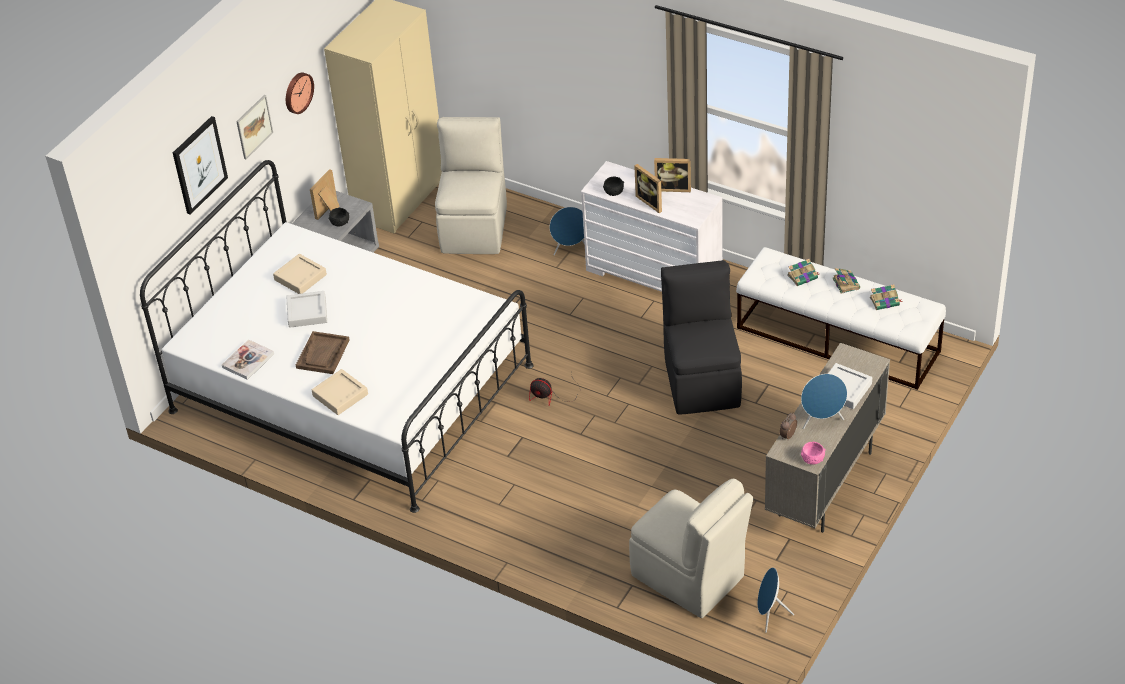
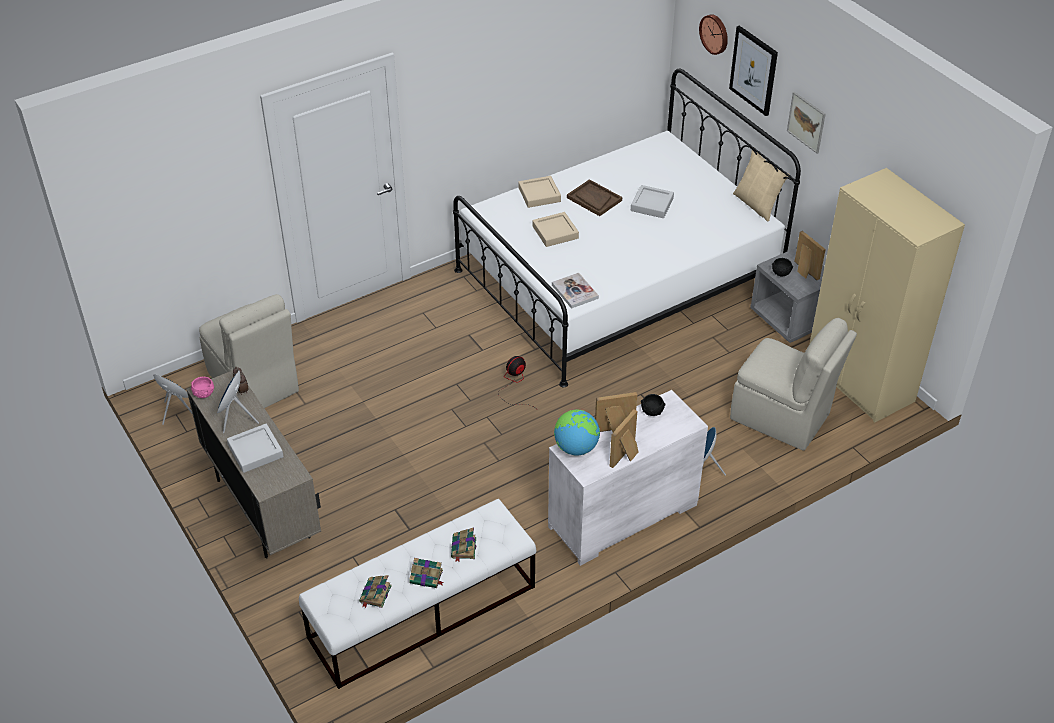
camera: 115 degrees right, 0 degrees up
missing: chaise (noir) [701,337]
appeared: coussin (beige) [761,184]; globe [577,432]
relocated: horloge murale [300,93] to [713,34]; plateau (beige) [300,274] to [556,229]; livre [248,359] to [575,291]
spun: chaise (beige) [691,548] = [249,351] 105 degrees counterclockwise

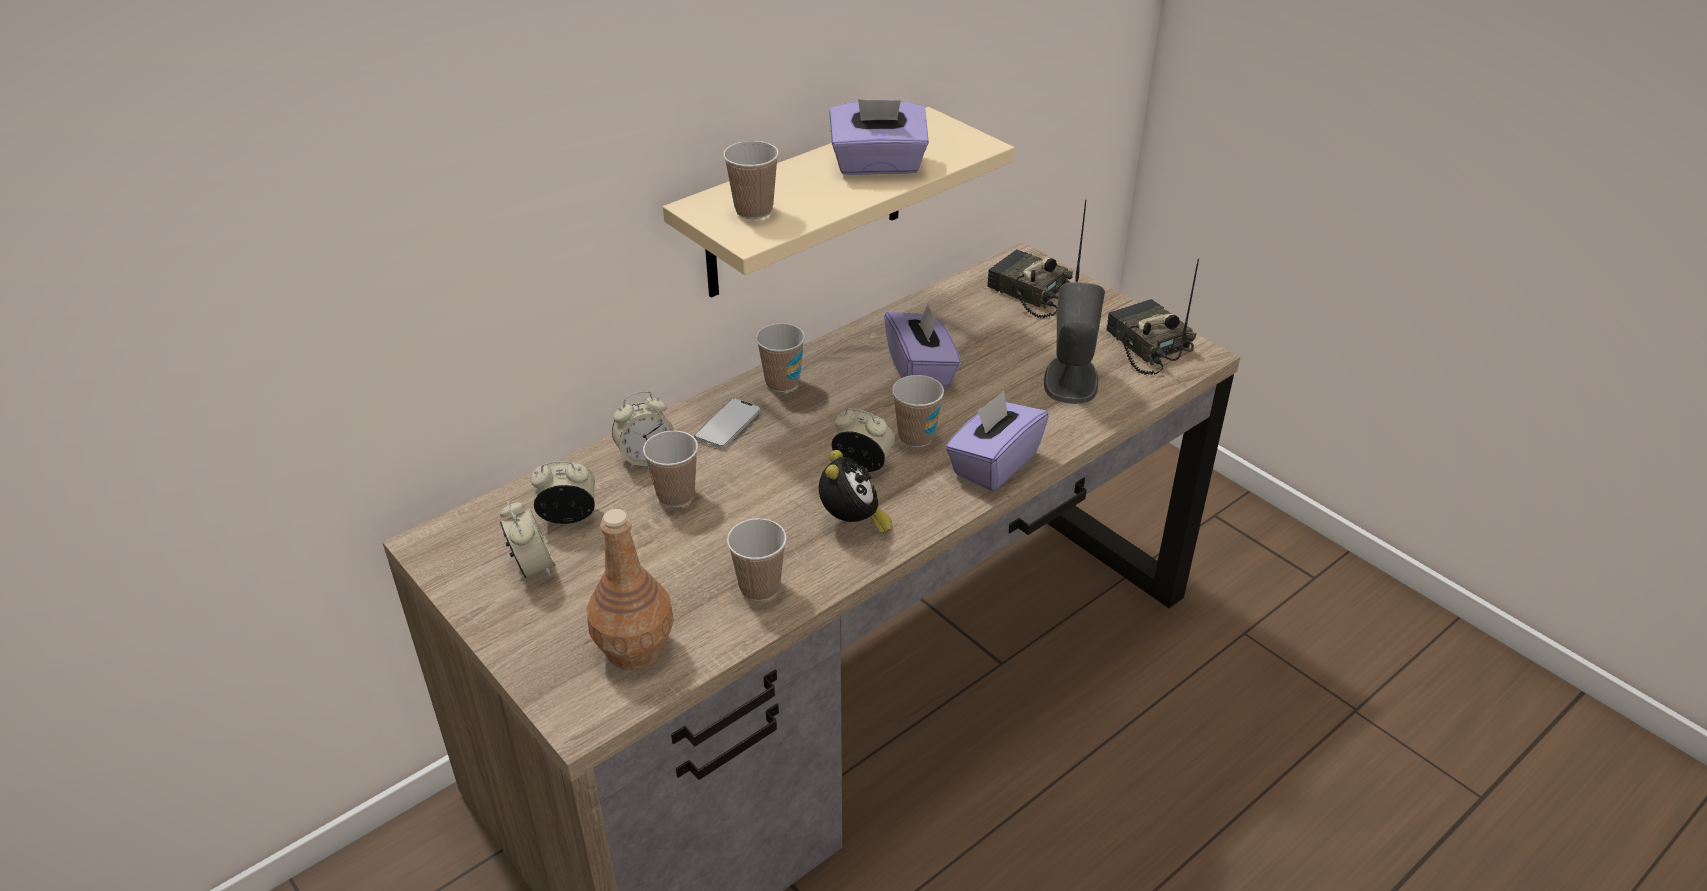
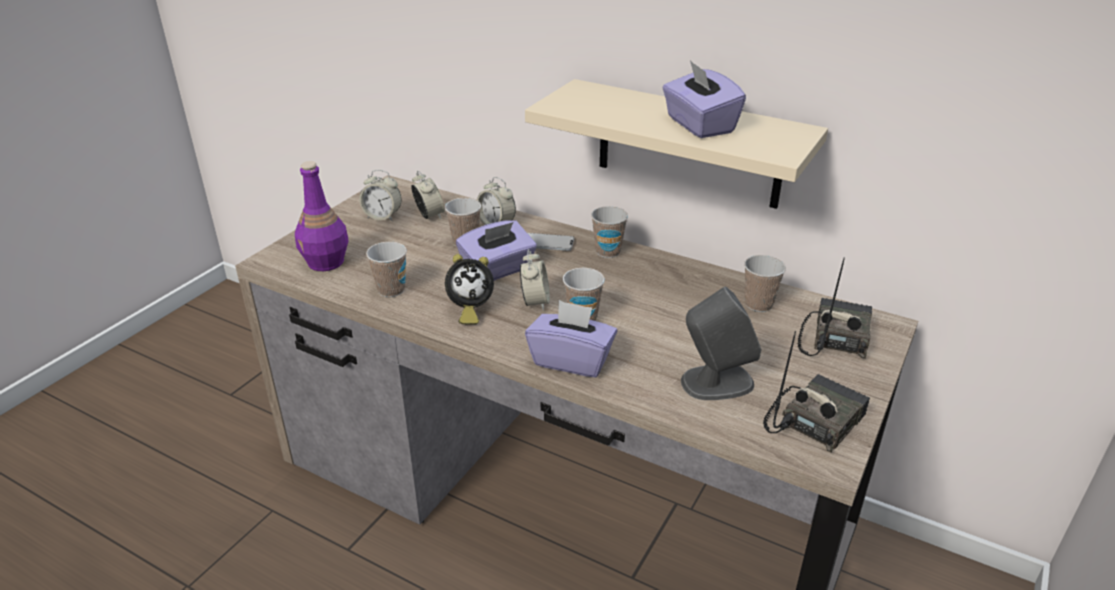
camera: 70 degrees right, 5 degrees down
relocated: tasse [751,180] to [765,283]; boîte à mouchoirs (violet) [922,345] to [496,251]
colour: bouteille (marron) [630,589] to bouteille (violet) [321,216]
spun: réveil [527,539] = [380,195] 60 degrees clockwise

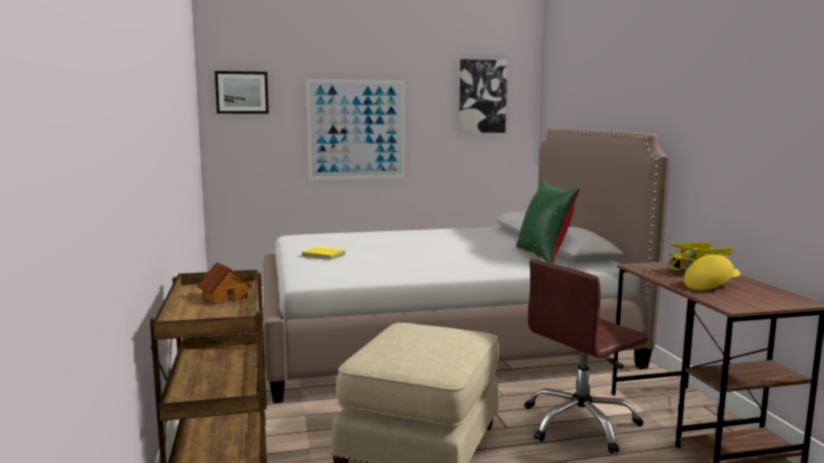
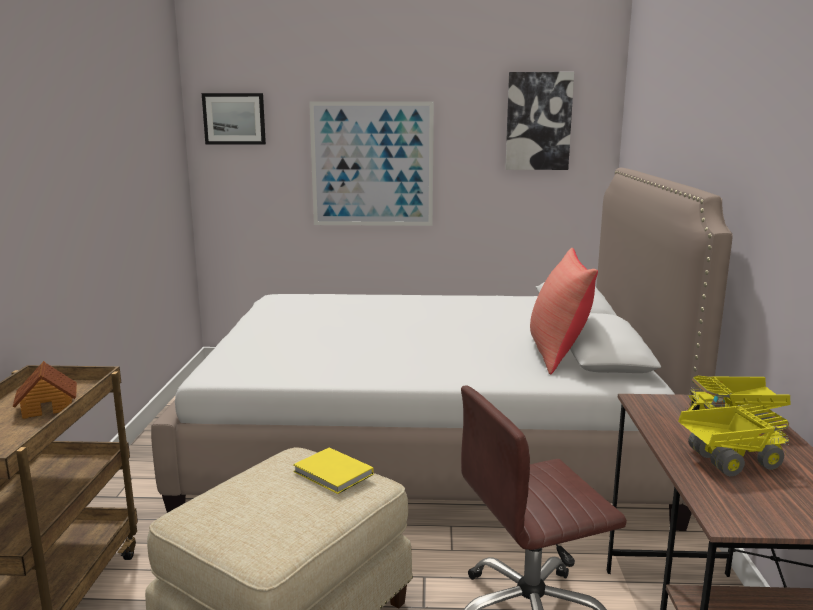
camera: 15 degrees right, 5 degrees up
relocated: livre (jaune) [323,253] to [333,471]
exchanged: casquette (jaune) [712,272] to camion jouet [733,440]
colour: coussin (vert) [548,221] to coussin (rouge) [564,311]

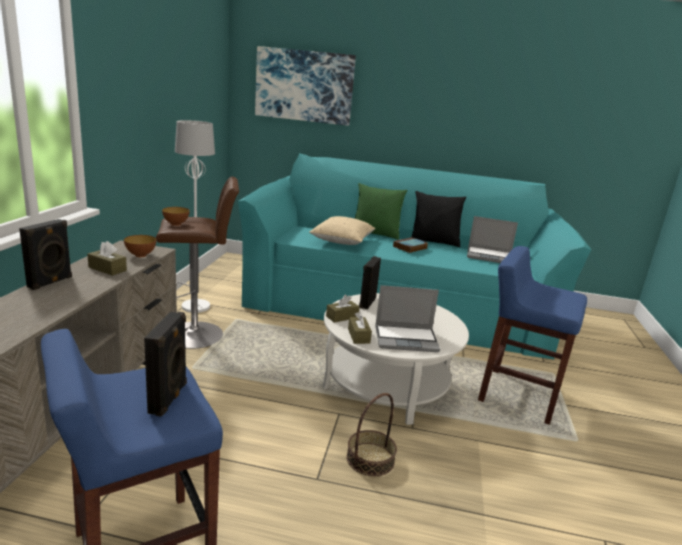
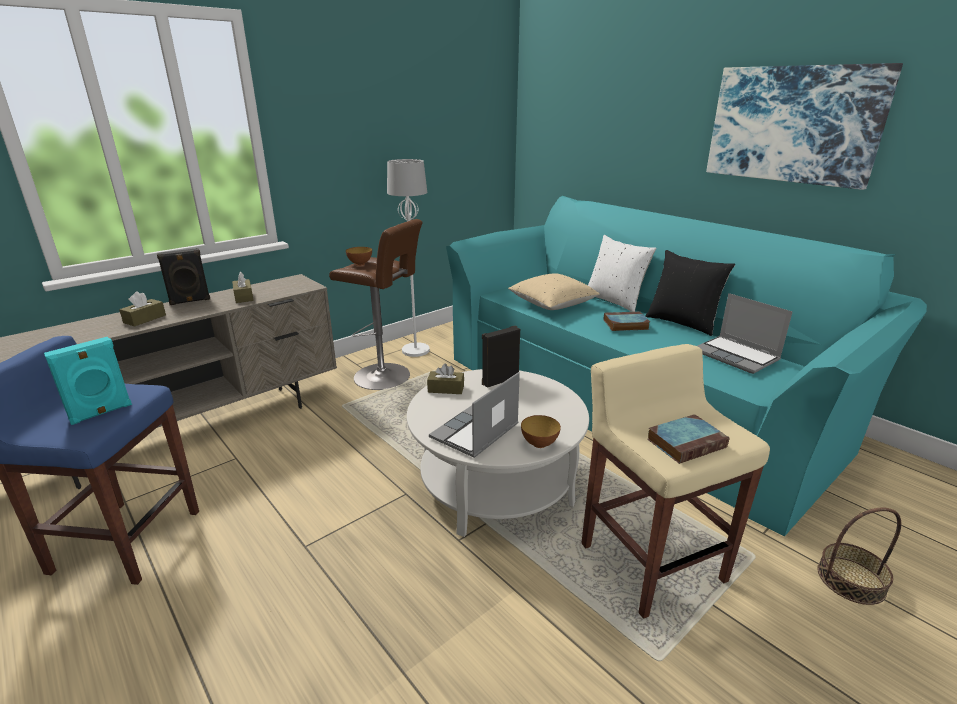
camera: 40 degrees right, 5 degrees up
appeared: livre [688,439]
relocated: tableau [305,86] to [804,126]; bol [140,246] to [541,431]; boîte à mouchoirs (marron) [360,328] to [142,309]; panier [371,434] to [859,556]
colour: coussin (vert) [381,211] to coussin (blanc) [622,273]; tabouret (bleu) [532,335] to tabouret (beige) [675,481]; enceinte (noir) [165,364] to enceinte (turquoise) [88,381]
spun: ordinateur portable [407,318] = [474,415] 90 degrees clockwise

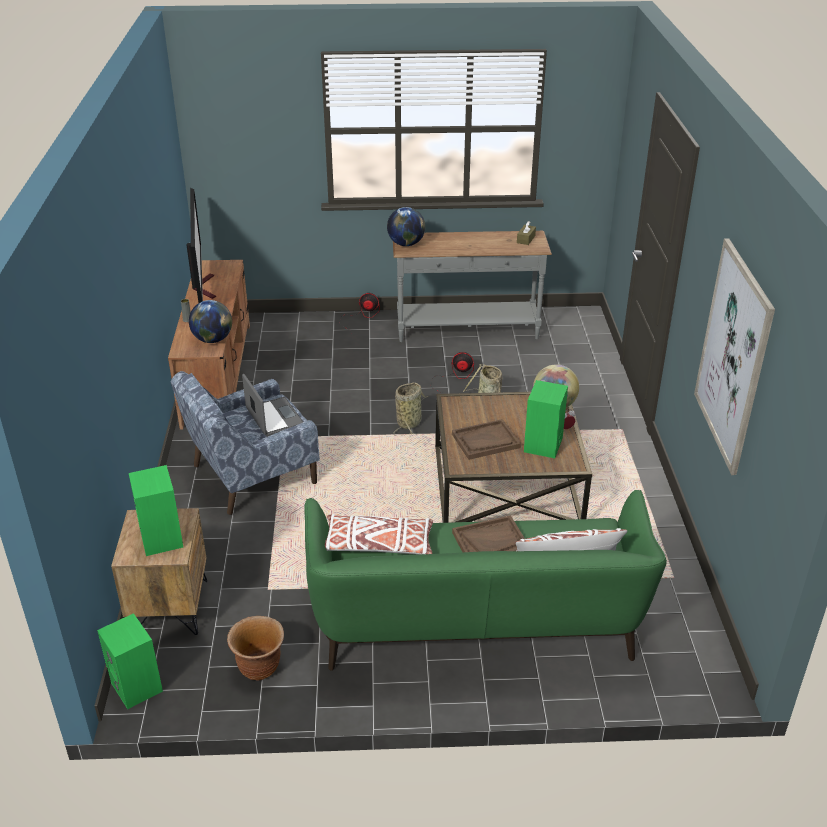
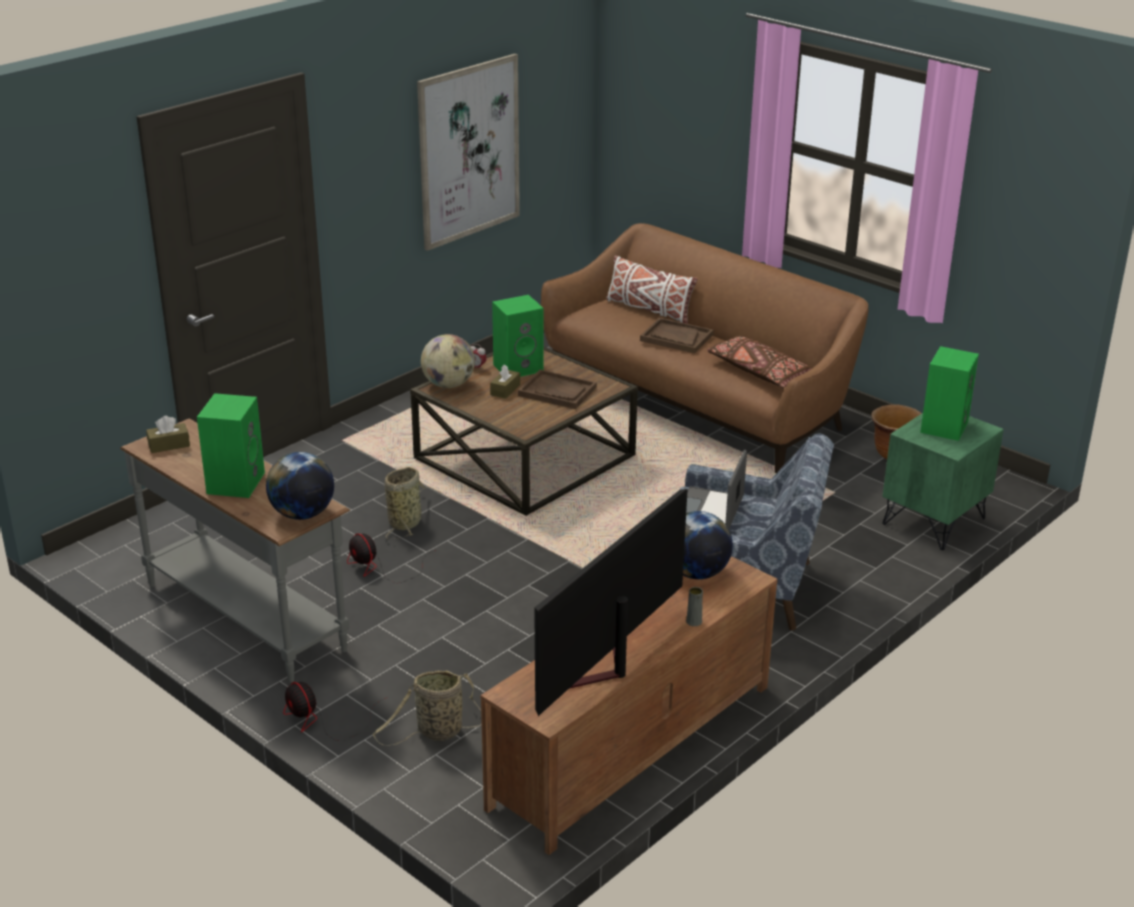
camera: 135 degrees left, 5 degrees down
appeared: boîte à mouchoirs (marron) [505,382]
relocated: panier [410,409] to [427,708]; enceinte (vert) [130,661] to [231,445]
colour: canapé (vert) [485,580] to canapé (marron) [705,348]; table de chevet (marron) [159,571] to table de chevet (vert) [943,481]; coussin (blanc) [379,534] to coussin (marron) [760,361]

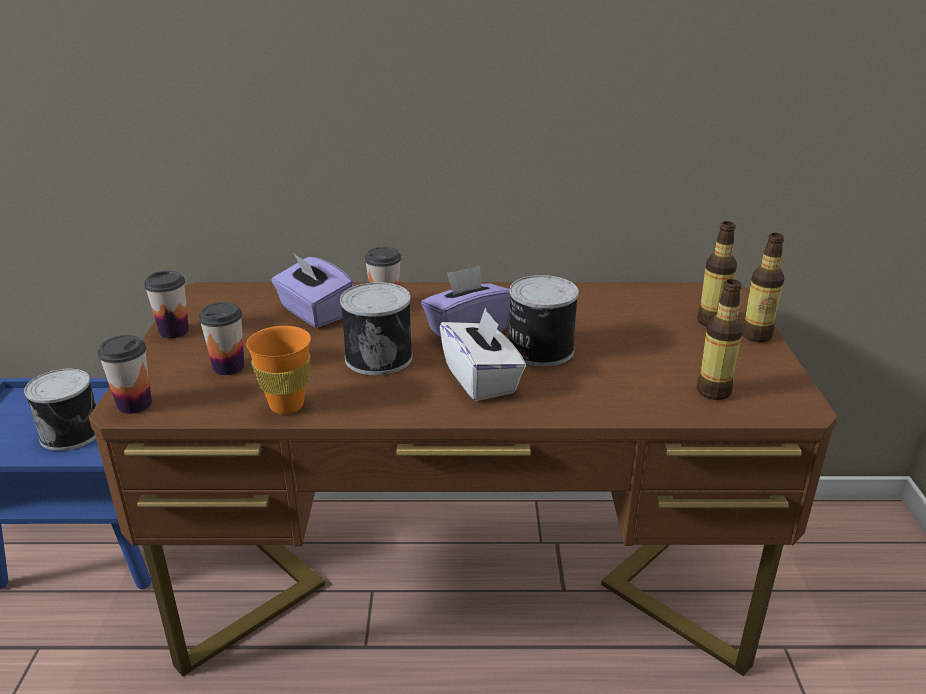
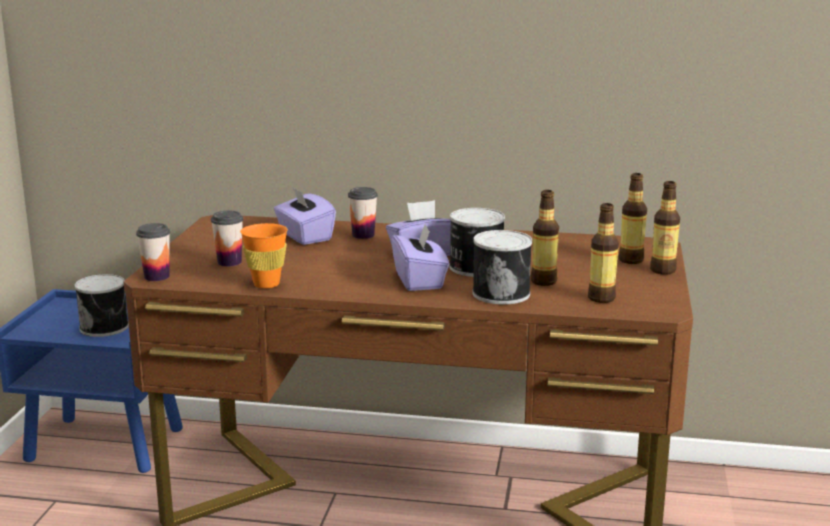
camera: 10 degrees right, 10 degrees down
missing: tasse [166,304]
appeared: bouteille [545,238]
relocated: boîte métallique [376,328] to [502,267]
colour: boîte à mouchoirs (blanc) [483,354] to boîte à mouchoirs (violet) [420,257]

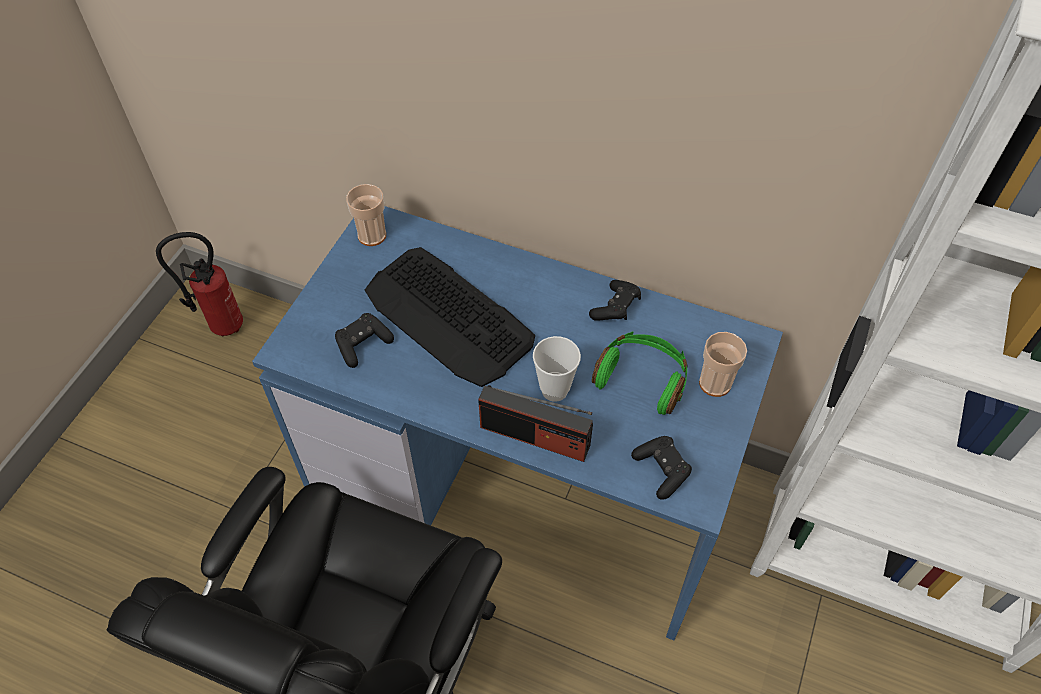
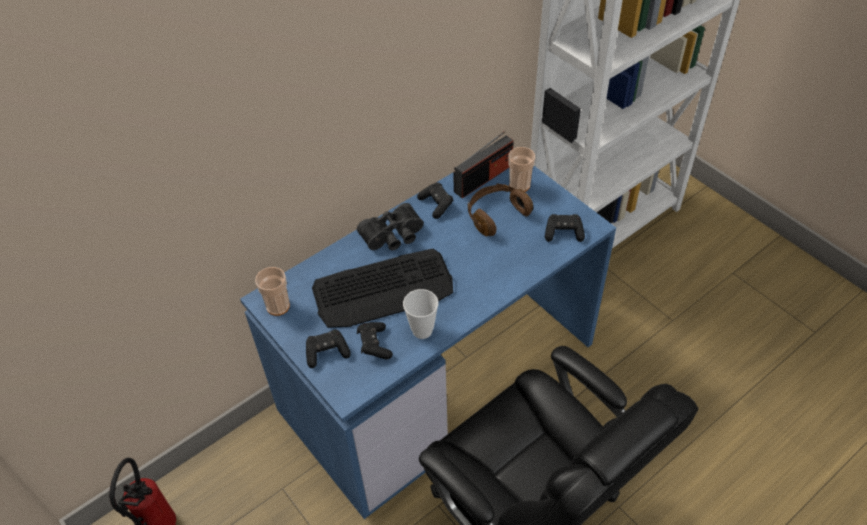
camera: 60 degrees left, 5 degrees down
appeared: jumelles (noir) [390,227]; manette (noir) [328,348]
relocated: tasse [557,369] to [420,314]; radio [535,423] to [483,164]
colour: casque audio (vert) [640,373] to casque audio (marron) [500,209]

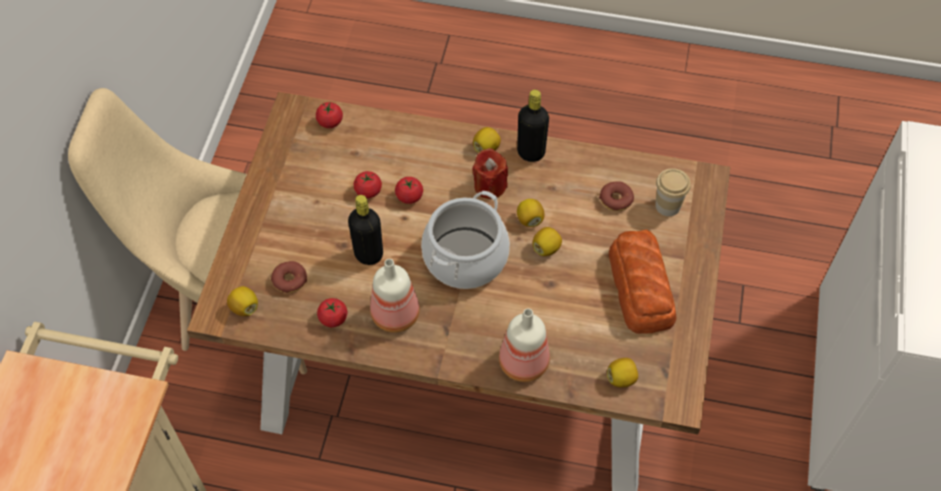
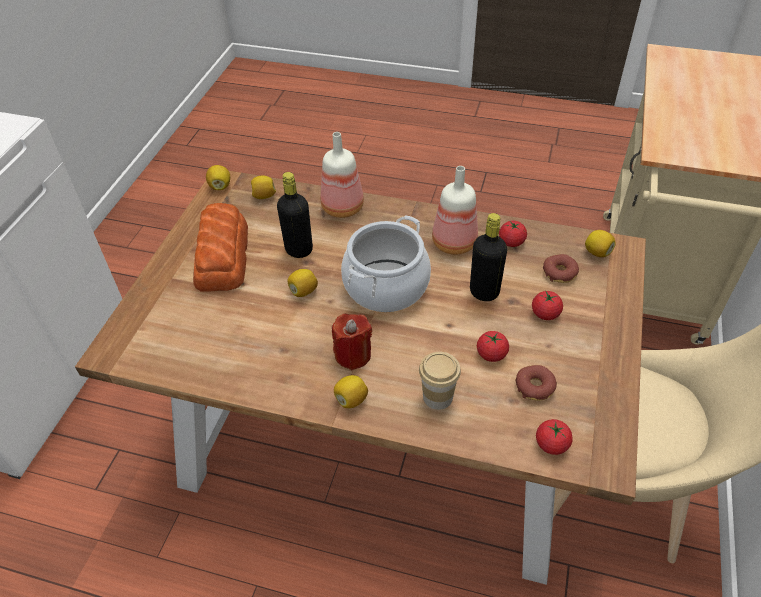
camera: 175 degrees left, 10 degrees down
relocated: bouteille (noir) [533,126] to [295,215]; tasse [673,192] to [440,381]; tomate [409,190] to [547,305]; beignet [616,196] to [536,383]; citron [531,213] to [218,177]

